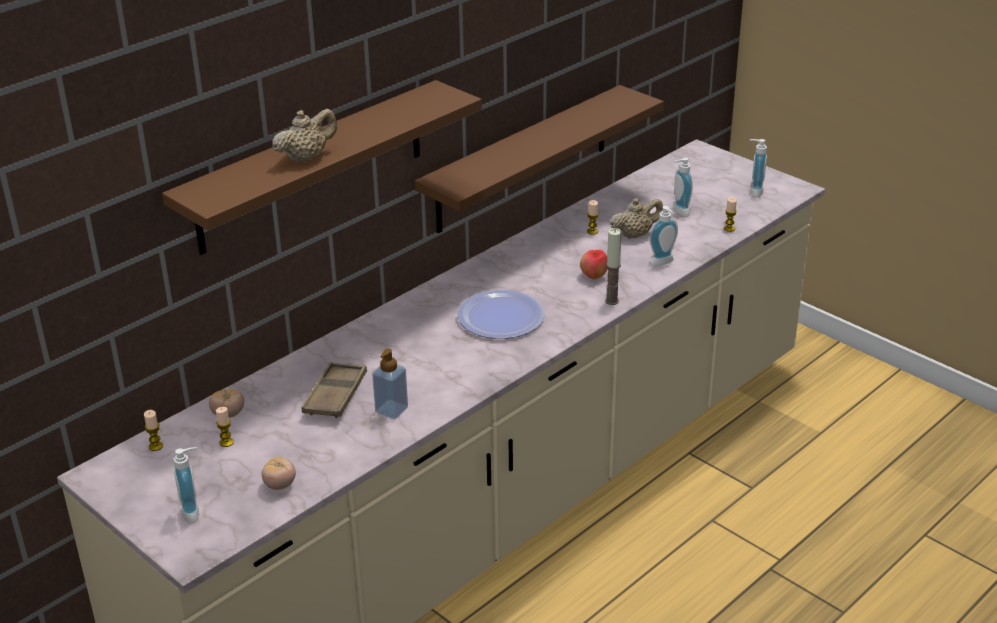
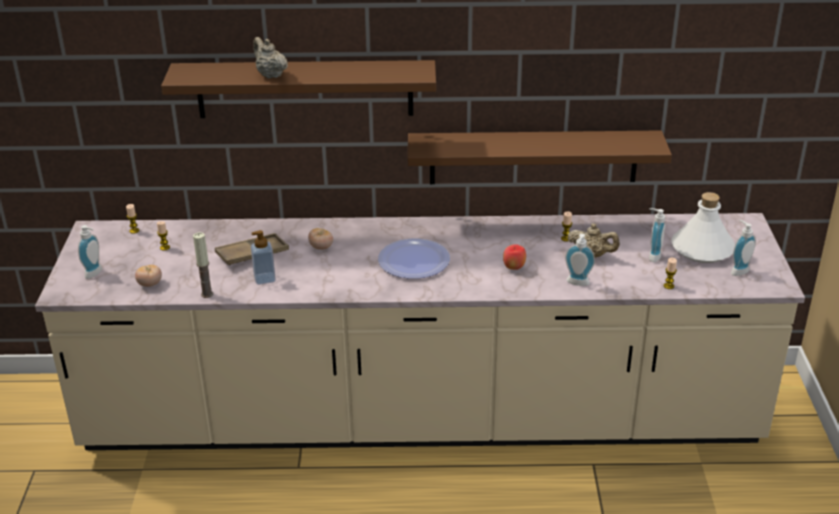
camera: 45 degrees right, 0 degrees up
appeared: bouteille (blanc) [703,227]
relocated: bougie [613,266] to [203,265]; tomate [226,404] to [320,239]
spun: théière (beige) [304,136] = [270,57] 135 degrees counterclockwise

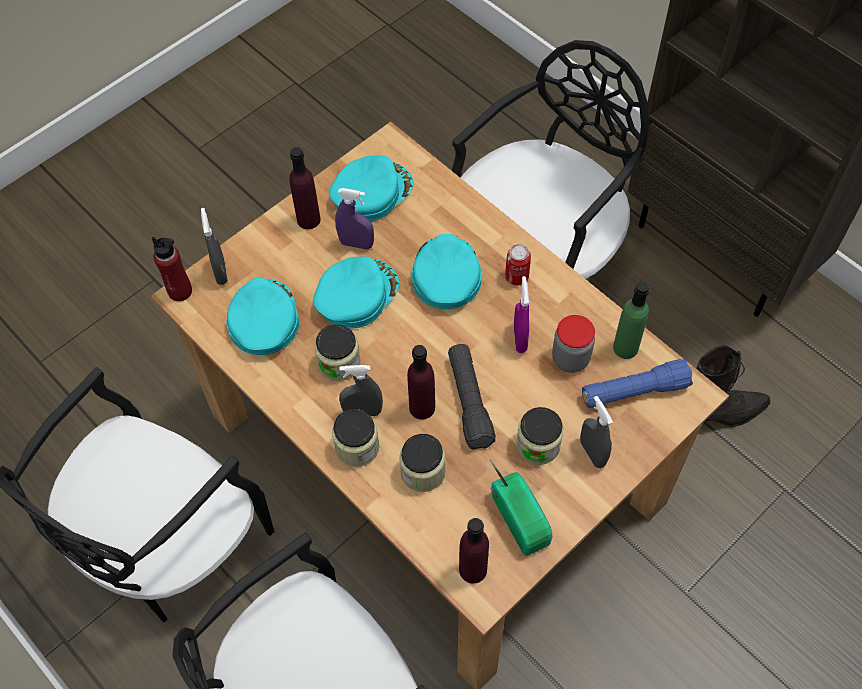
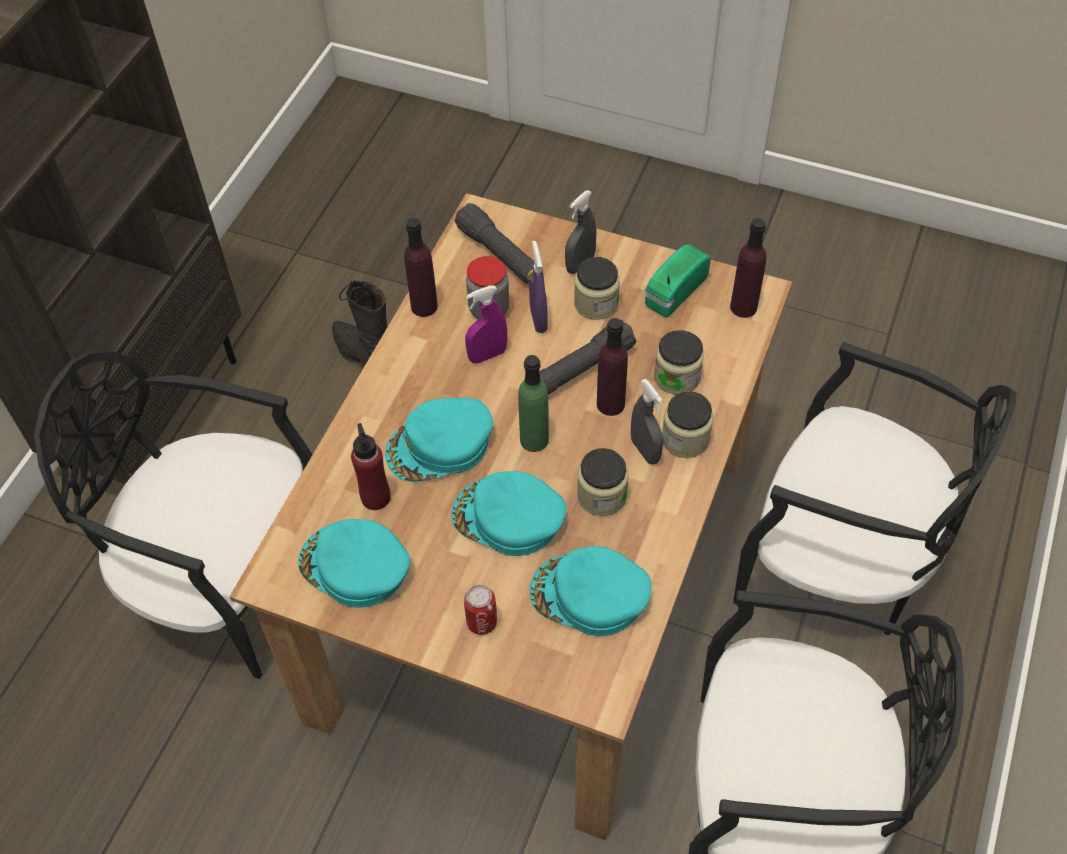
camera: 115 degrees left, 5 degrees down
missing: vaporisateur (gris) [214,246]
relocated: bouteille (violet) [305,188] to [421,267]; vaporisateur (violet) [354,218] to [538,287]; bouteille (rouge) [172,269] to [371,466]; boîte métallique [518,264] to [480,609]; bouteille (vert) [631,320] to [533,403]
colour: lampe de poche (bleu) [637,383] to lampe de poche (noir) [494,243]
spun: casquette (turquoise) [262,316] = [591,591] 45 degrees clockwise

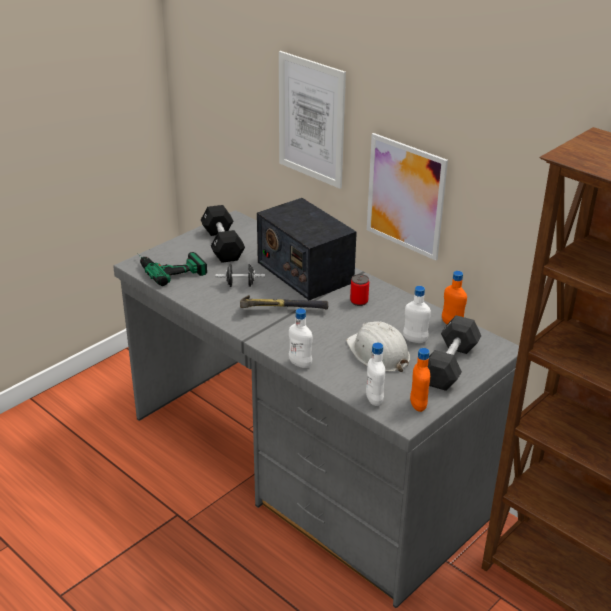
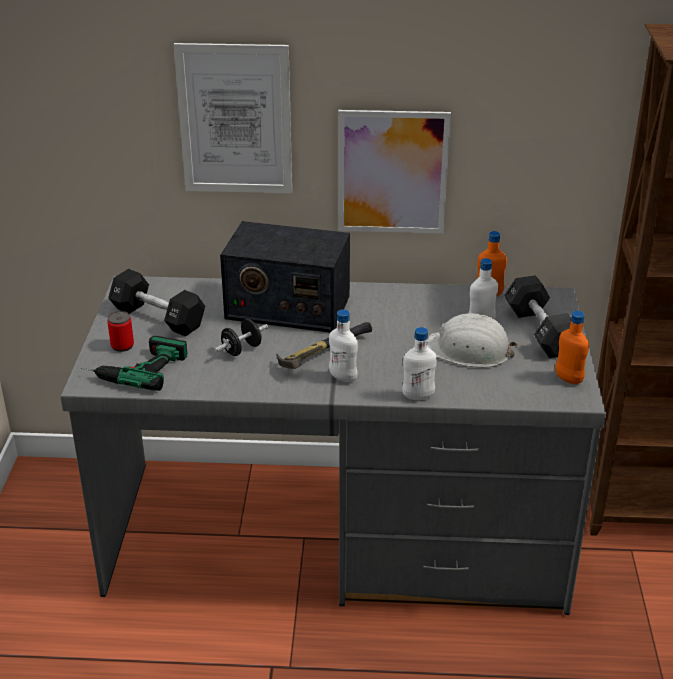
camera: 40 degrees left, 0 degrees up
relocated: boîte métallique [359,290] to [120,331]; bouteille (blanc) [375,374] to [343,346]

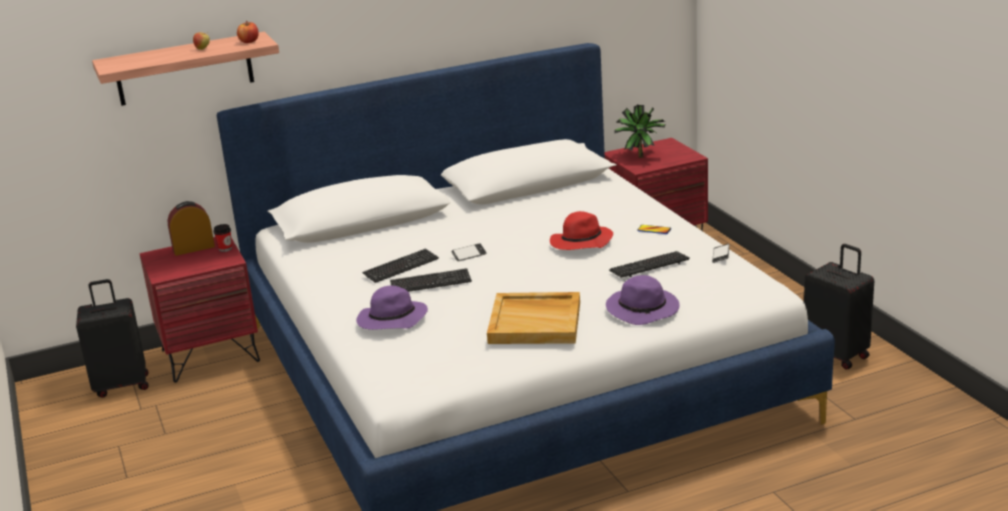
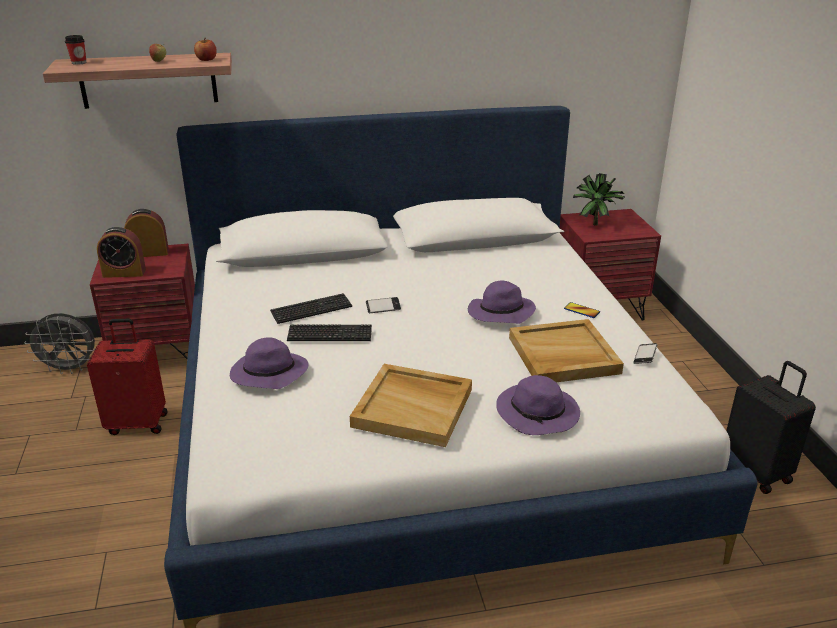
camera: 10 degrees right, 5 degrees up
appeared: réveil [121,252]; valise (rouge) [127,377]
relocated: tasse [222,238] to [76,50]
exchanged: clavier [649,264] to plateau (beige) [566,350]; valise (noir) [112,338] to ventilateur (gris) [60,343]
colour: chapeau (rouge) [581,230] to chapeau (violet) [502,302]

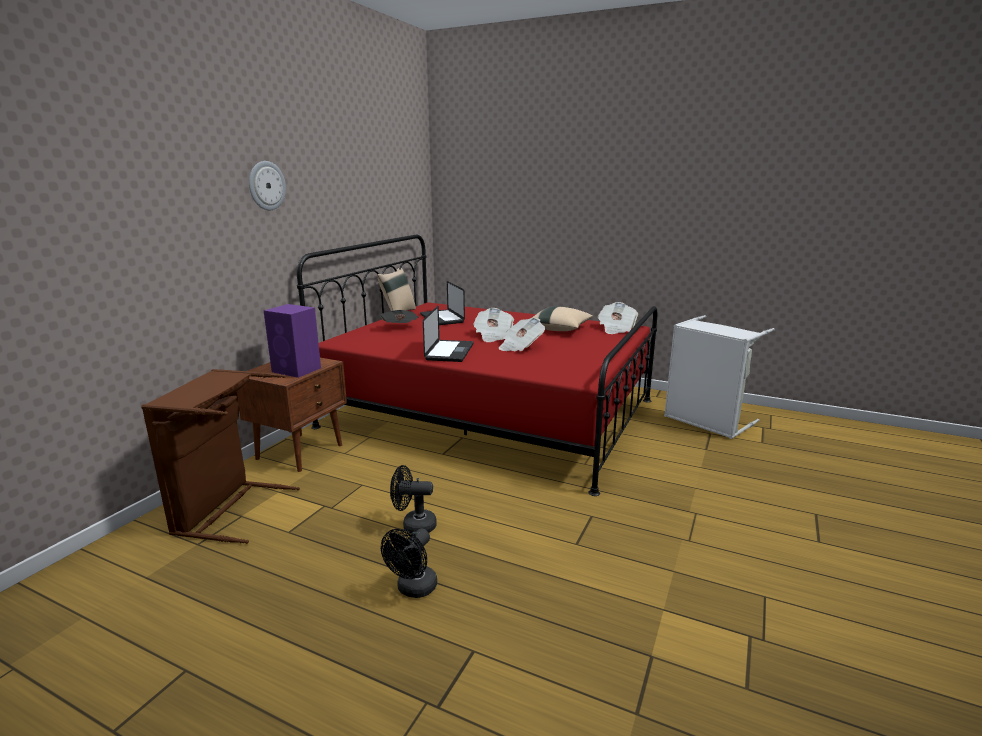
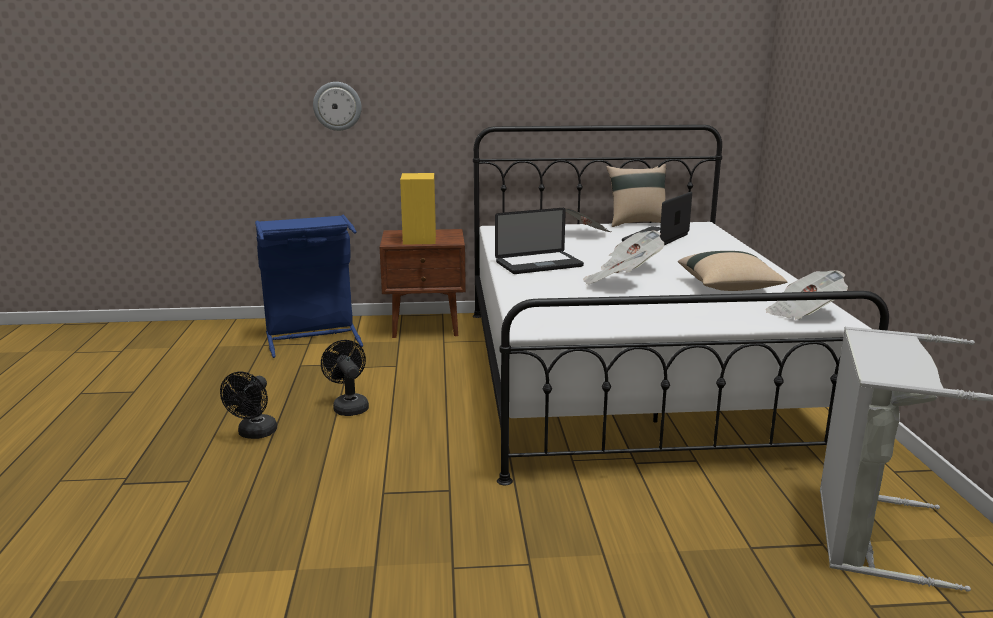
camera: 60 degrees right, 0 degrees up
relocated: horloge murale [267,185] to [337,106]
colour: lit (rouge) [477,365] to lit (blanc) [681,305]; enceinte (violet) [292,341] to enceinte (jaune) [418,209]; panier à linge (marron) [220,456] to panier à linge (bleu) [309,286]
spun: ventilateur (noir) [409,563] = [248,405] 75 degrees counterclockwise

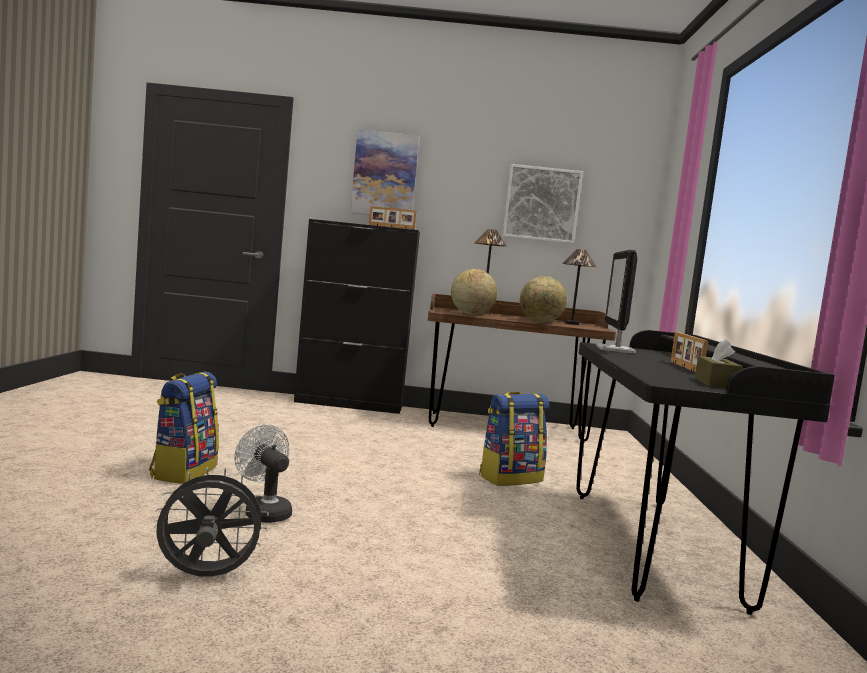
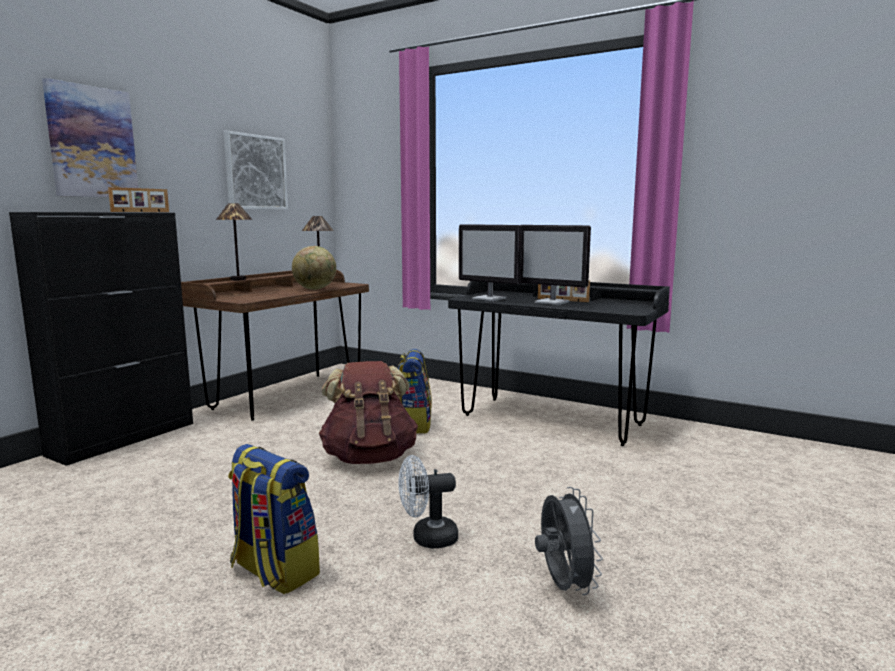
camera: 60 degrees left, 5 degrees up
missing: globe [474,292]; boîte à mouchoirs (marron) [719,364]
appeared: écran d'ordinateur [556,265]; sac à dos (marron) [368,412]
spun: ventilateur (gris) [211,522] = [569,541] 150 degrees clockwise

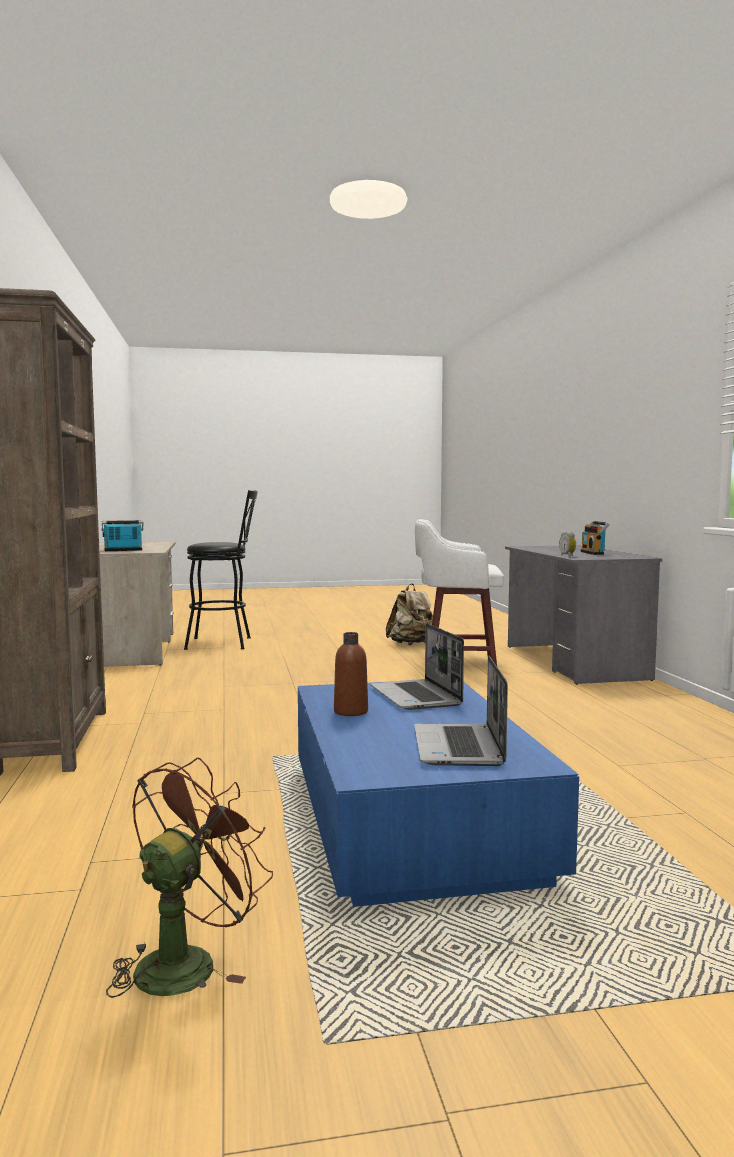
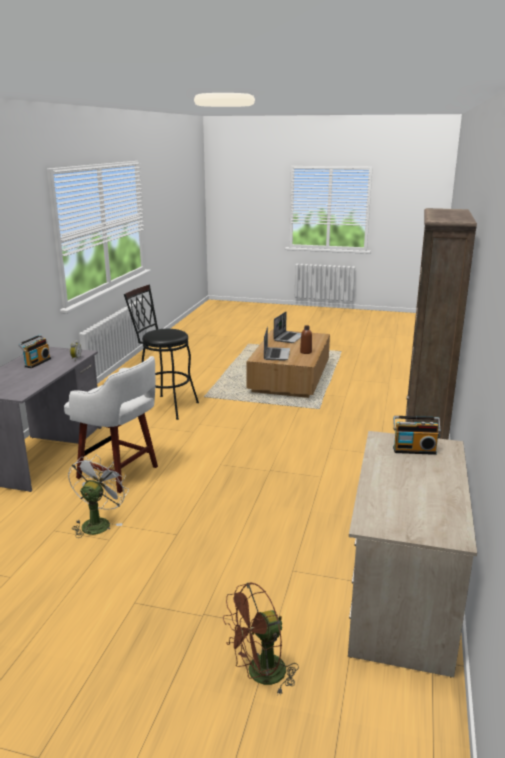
camera: 155 degrees left, 15 degrees up
relocated: tabouret (noir) [221,570] to [161,352]; ventilateur (marron) [189,877] to [261,639]
exchanged: sac à dos (beige) [409,614] to ventilateur (blanc) [98,496]
colour: table basse (bleu) [438,794] to table basse (marron) [288,364]

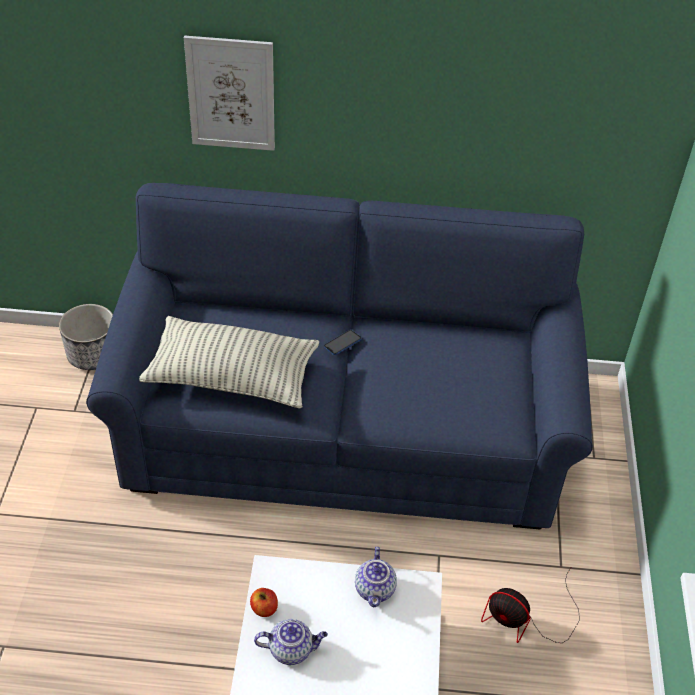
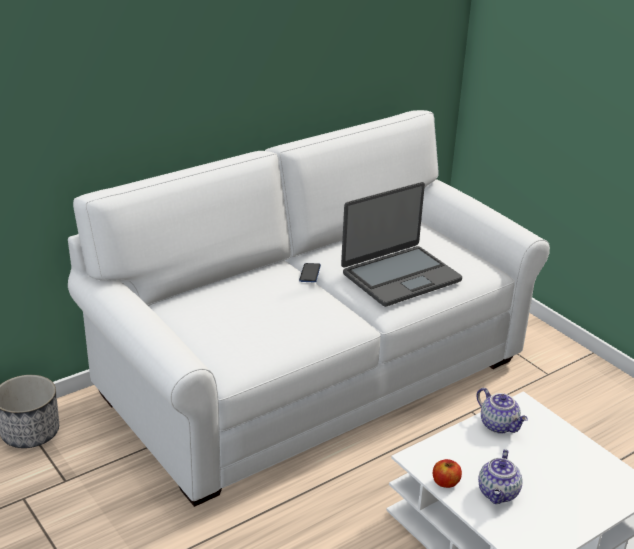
camera: 40 degrees left, 15 degrees down
missing: tableau [229,93]; coussin [229,362]; ventilateur [530,605]
appeared: ordinateur portable [401,244]
colour: canapé (bleu) [339,356] to canapé (blanc) [309,308]
spun: théière [291,642] = [500,476] 150 degrees clockwise

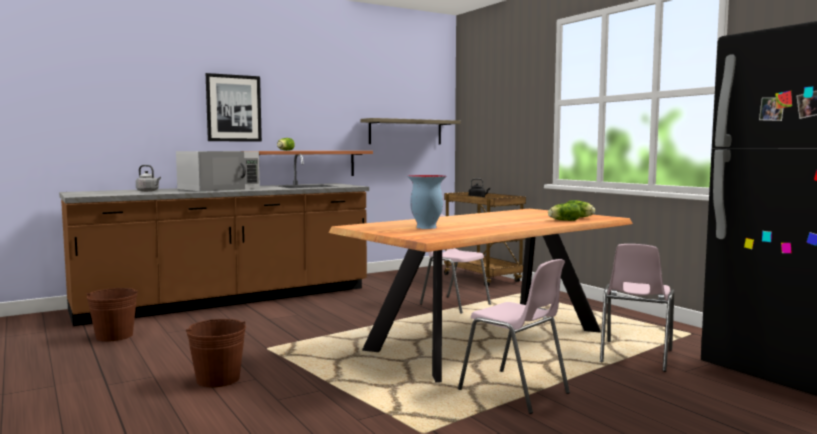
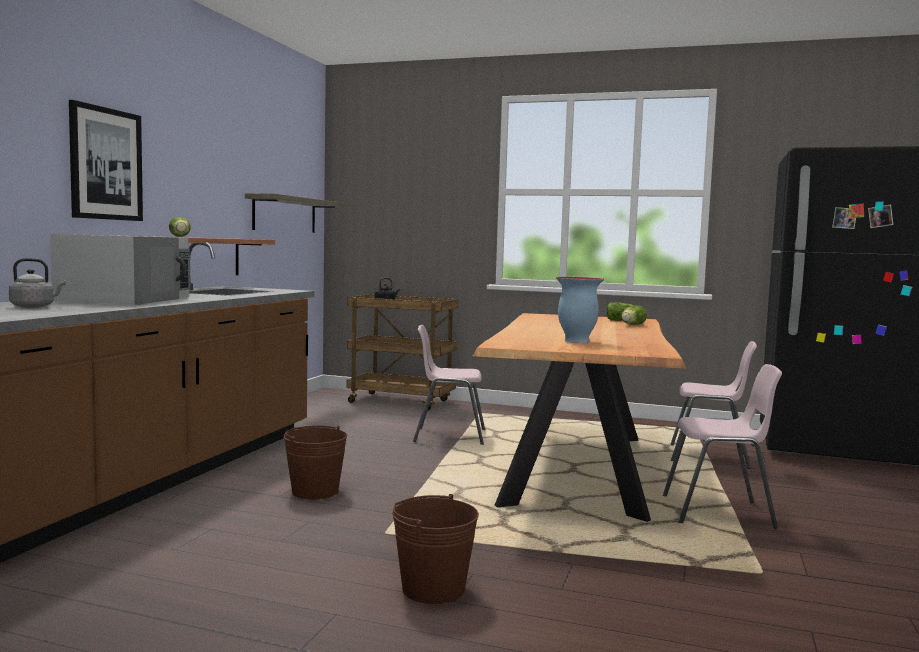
camera: 40 degrees left, 0 degrees up
relocated: seau (marron) [112,315] to [315,462]
spun: chaise (rose) [637,308] = [713,405] 60 degrees counterclockwise

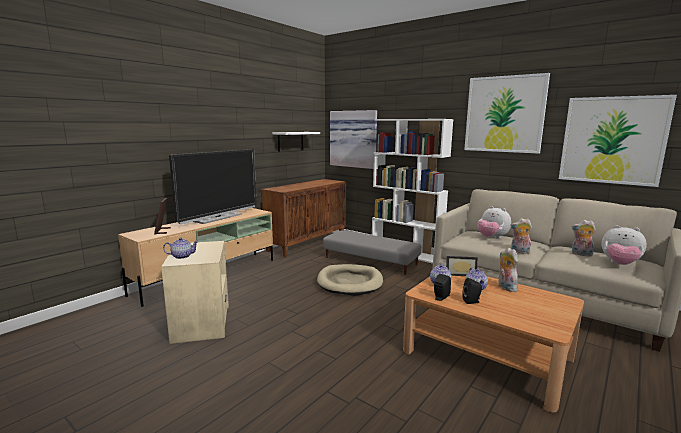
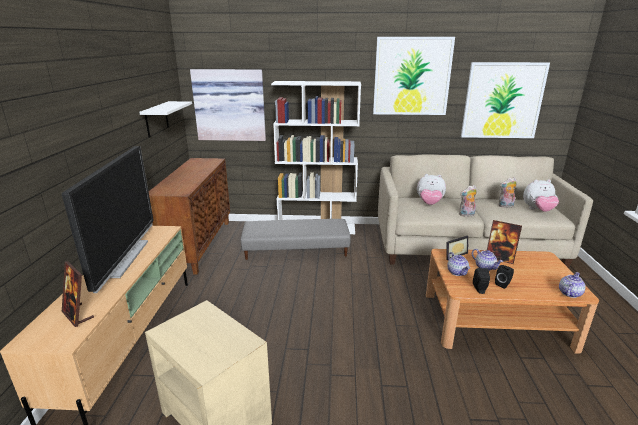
camera: 35 degrees left, 10 degrees up
missing: panier pour chien (beige) [350,280]
relocated: théière [181,248] to [572,285]
exchanged: peluche [508,270] to cadre photo [504,242]

